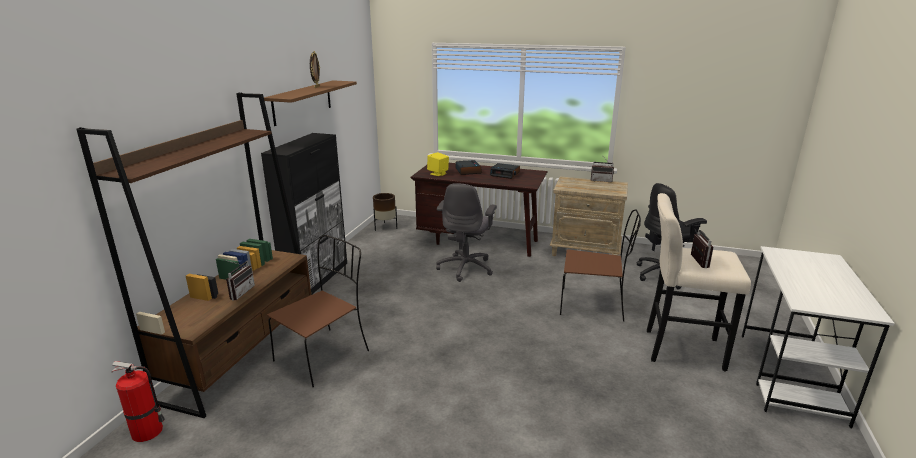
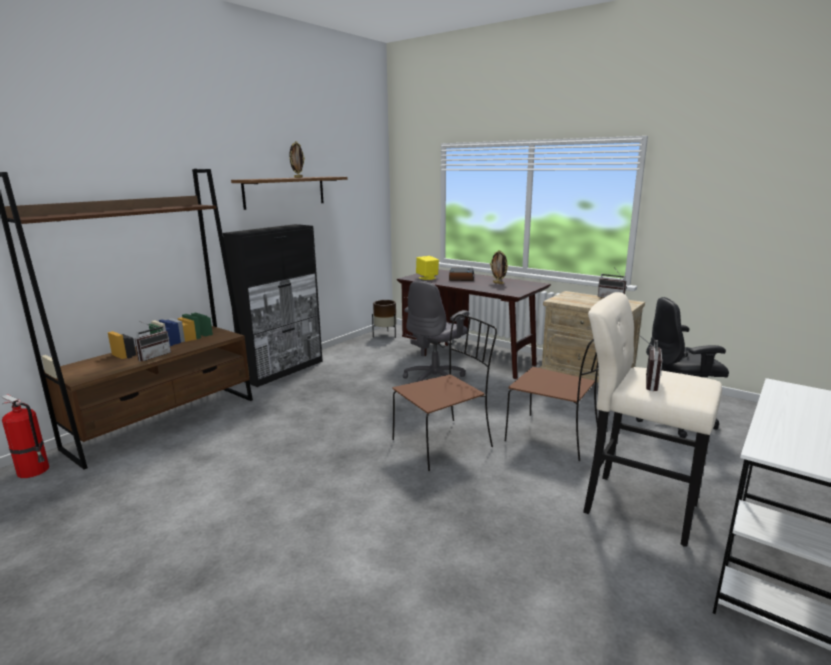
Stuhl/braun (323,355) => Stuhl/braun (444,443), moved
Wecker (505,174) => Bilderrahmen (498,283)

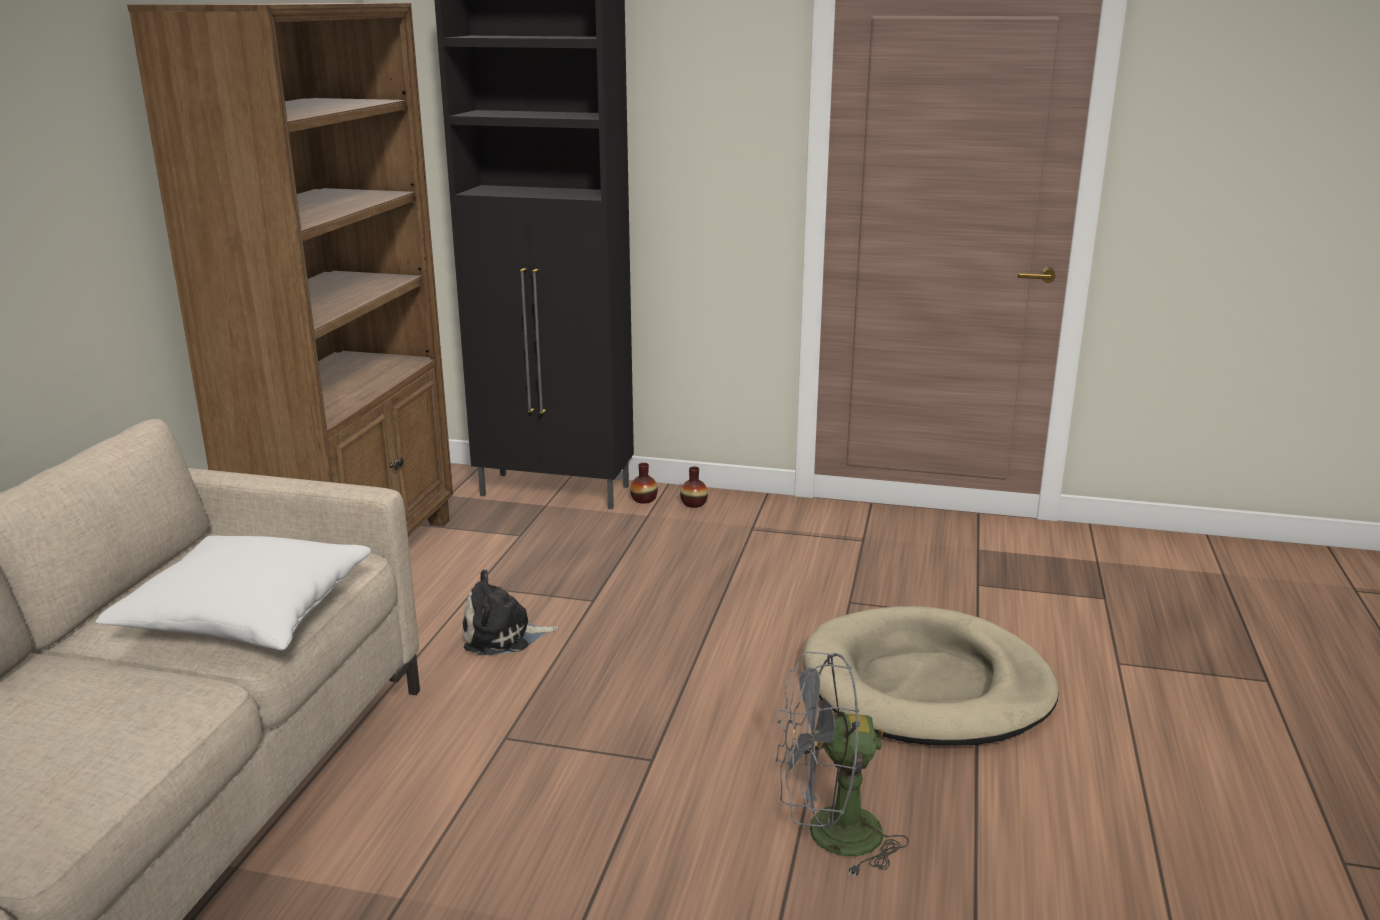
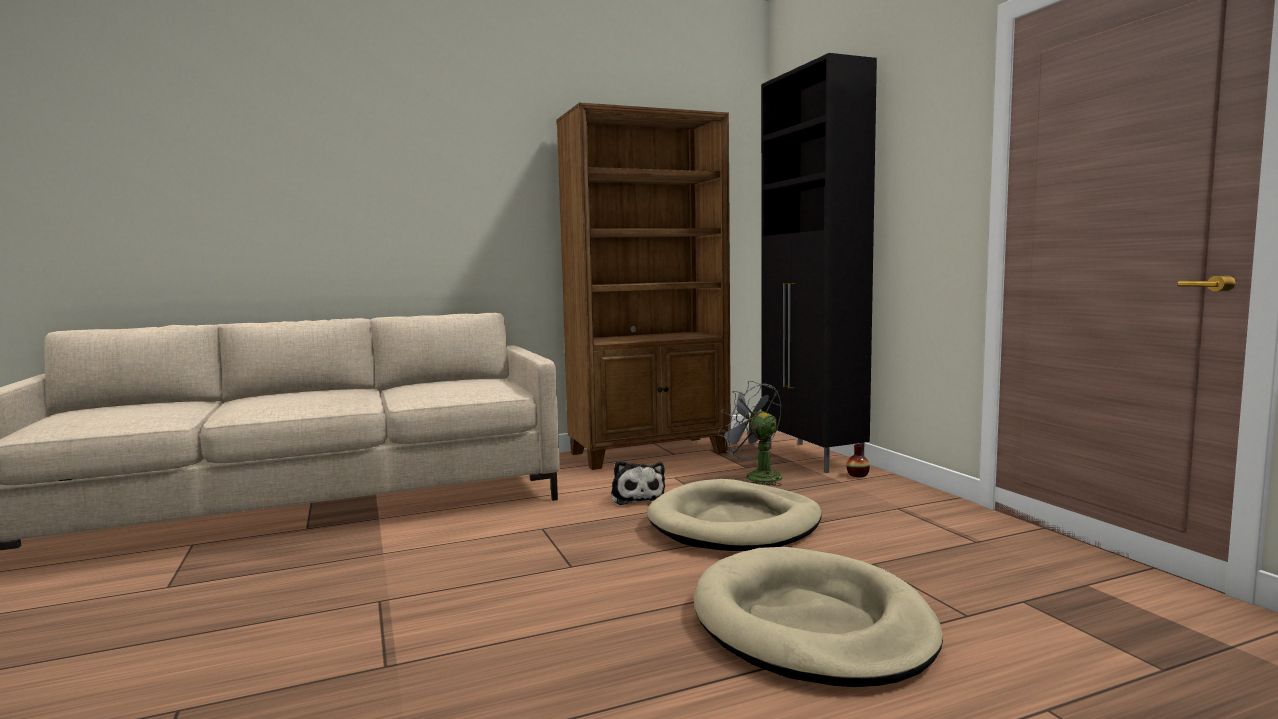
Plüschtier (503,636) => Plüschtier (637,497), 150 degrees counterclockwise
nothing => Hundebett/beige (735,524)
Ventilator/grau (829,836) => Ventilator/grau (755,476), moved
Kissen/weiß (247,616) => nothing
Vase (694,503) => nothing

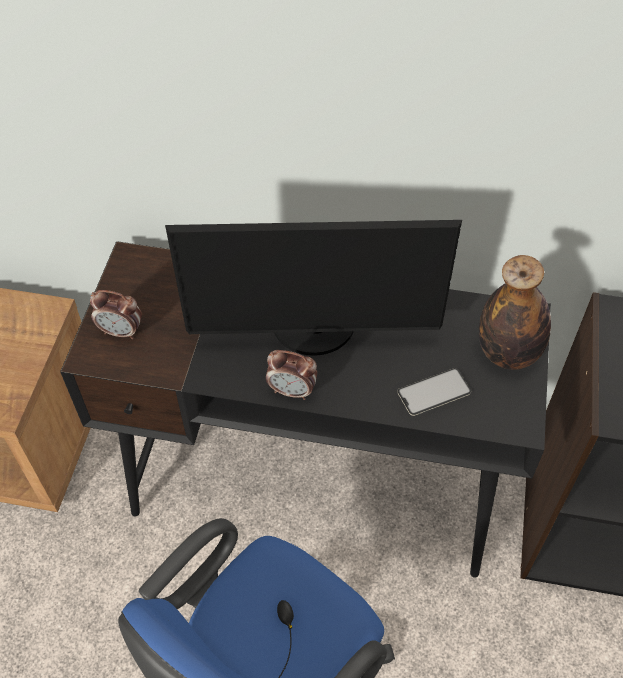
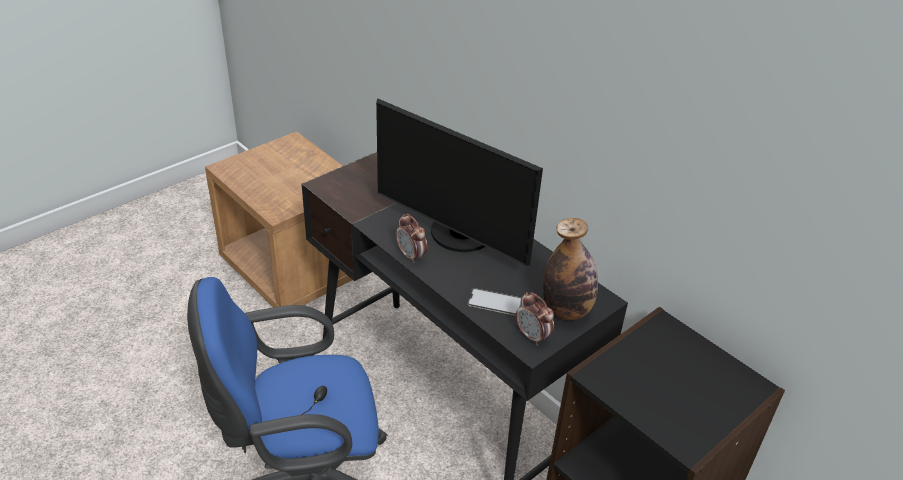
Wecker (121,331) => Wecker (532,336), moved

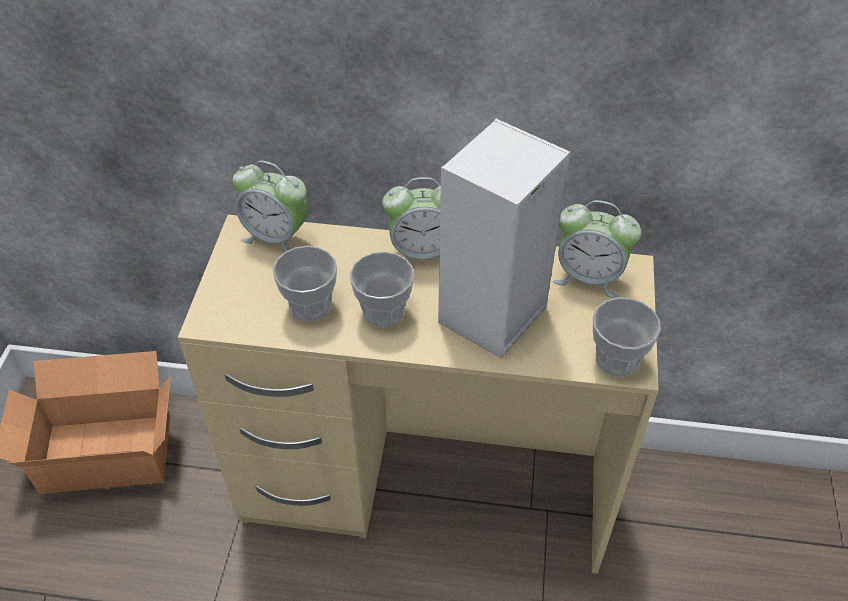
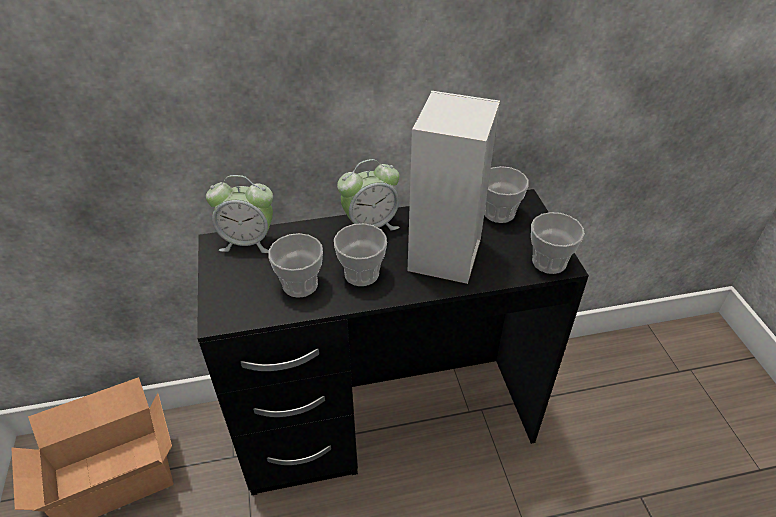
Schreibtisch/beige (425,488) => Schreibtisch/schwarz (387,421)
Wecker (589,277) => Tasse (499,213)

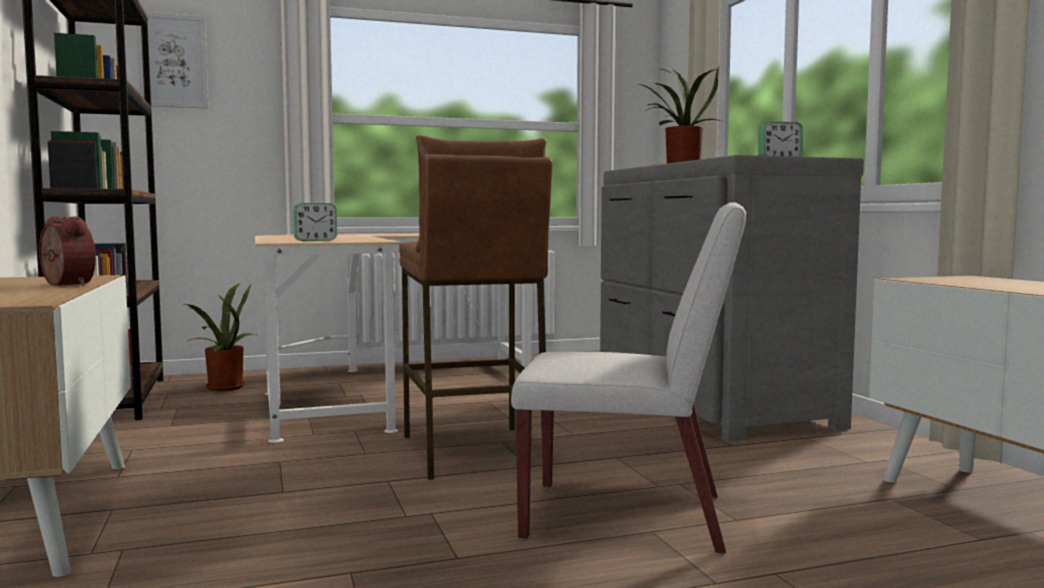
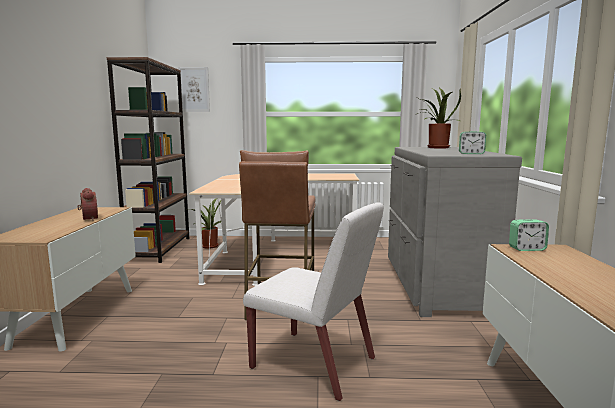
Wecker (315,240) => Wecker (527,249), moved

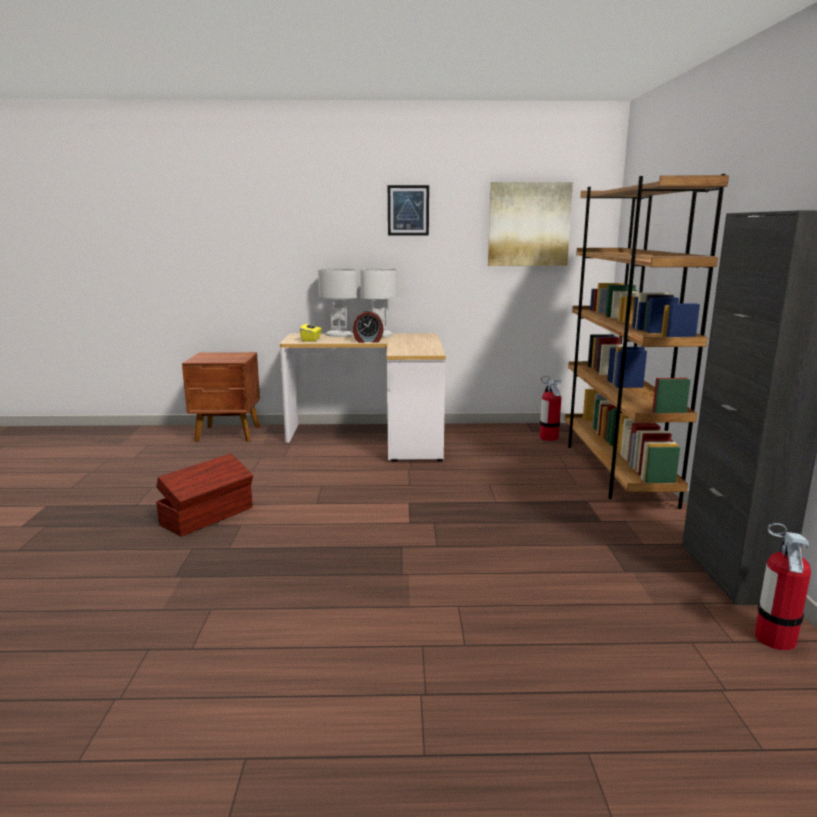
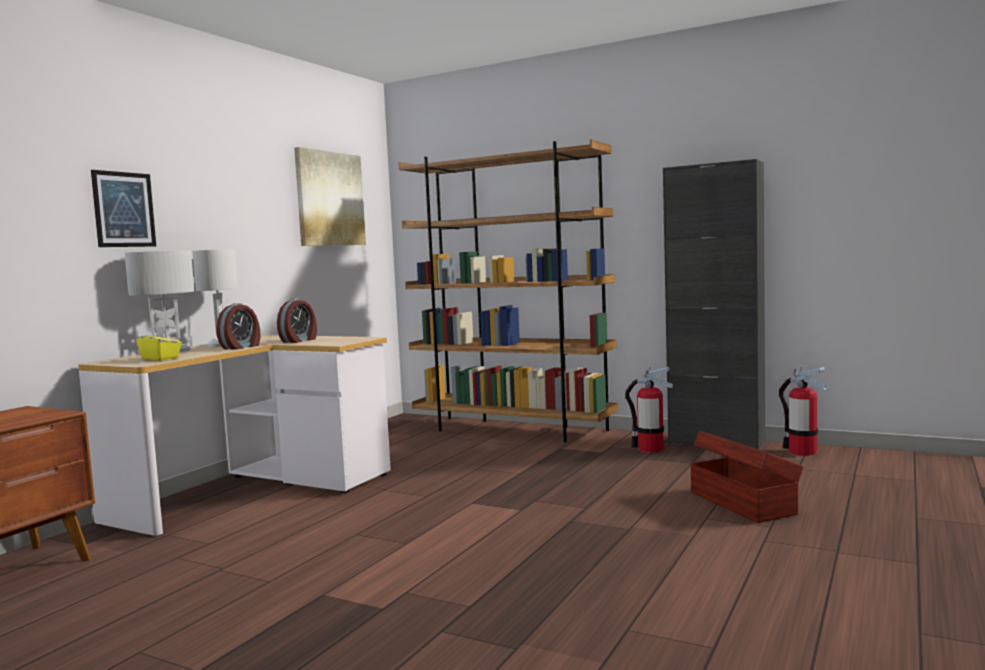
Bild (408,210) => Bild (124,209), moved
nothing => Wecker (299,340)
Feuerlöscher (548,437) => Feuerlöscher (650,449), moved
Aufbewahrungsbox/braun (208,516) => Aufbewahrungsbox/braun (742,502), moved

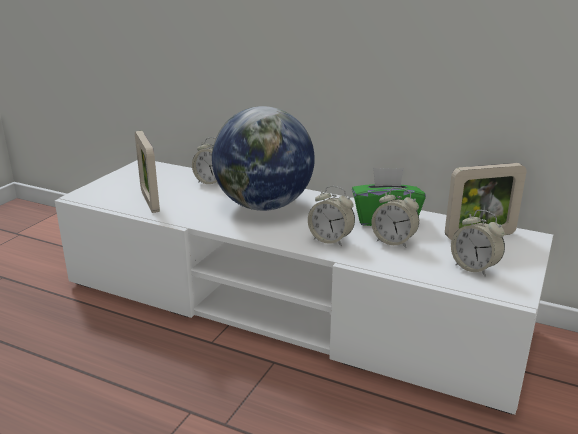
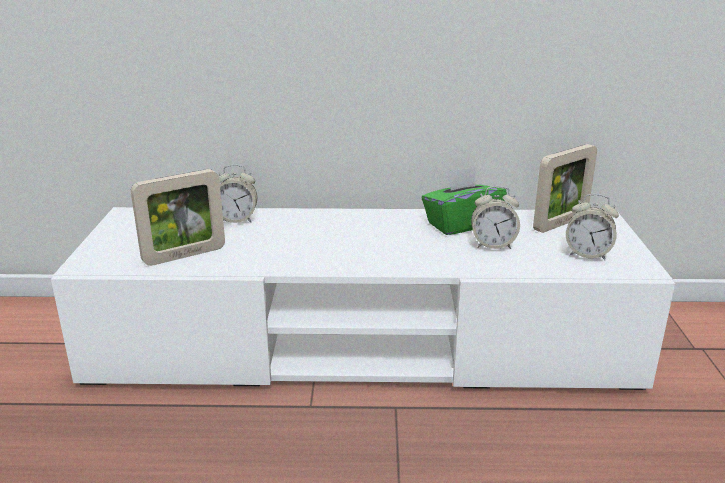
Bilderrahmen (150,201) => Bilderrahmen (184,255), 75 degrees counterclockwise
Globus (263,206) => nothing
Wecker (330,240) => nothing

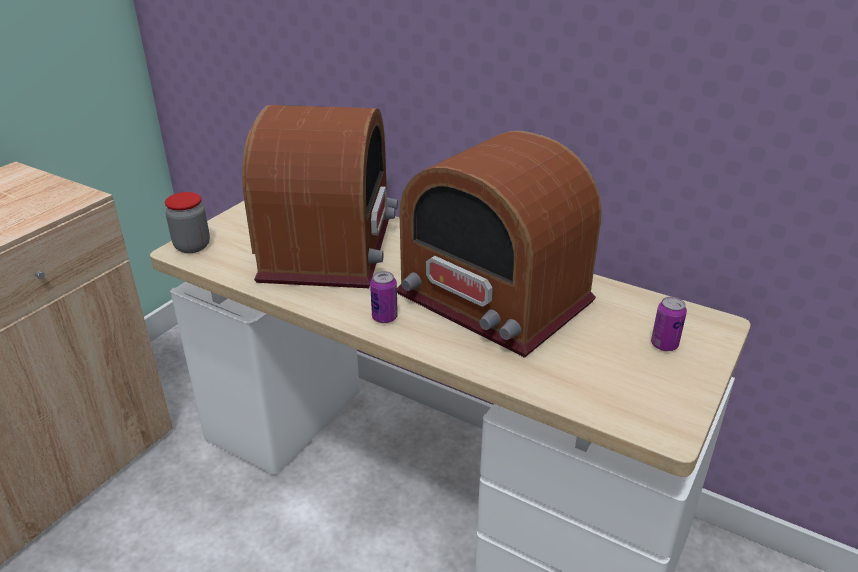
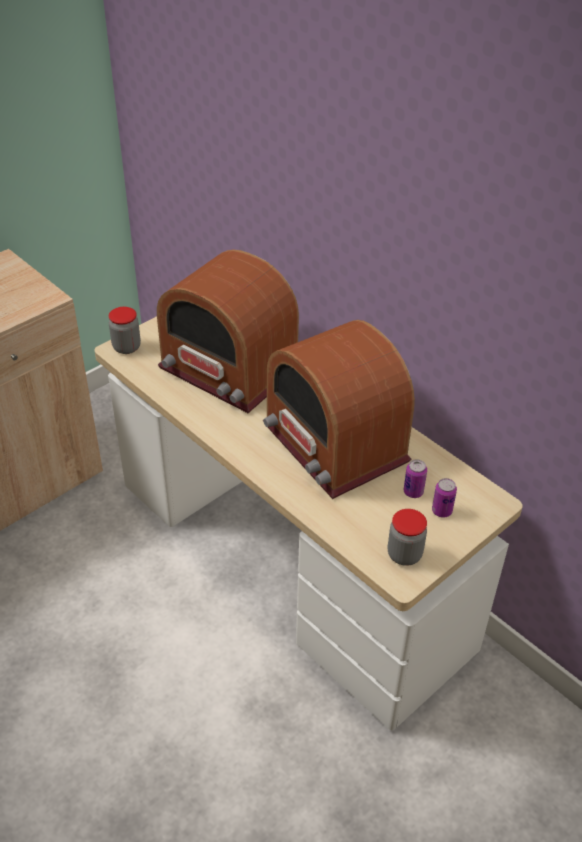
Radio (329,247) => Radio (229,368), 105 degrees clockwise
nothing => Vorratsglas (404,554)
Dose (384,317) => Dose (413,492), moved

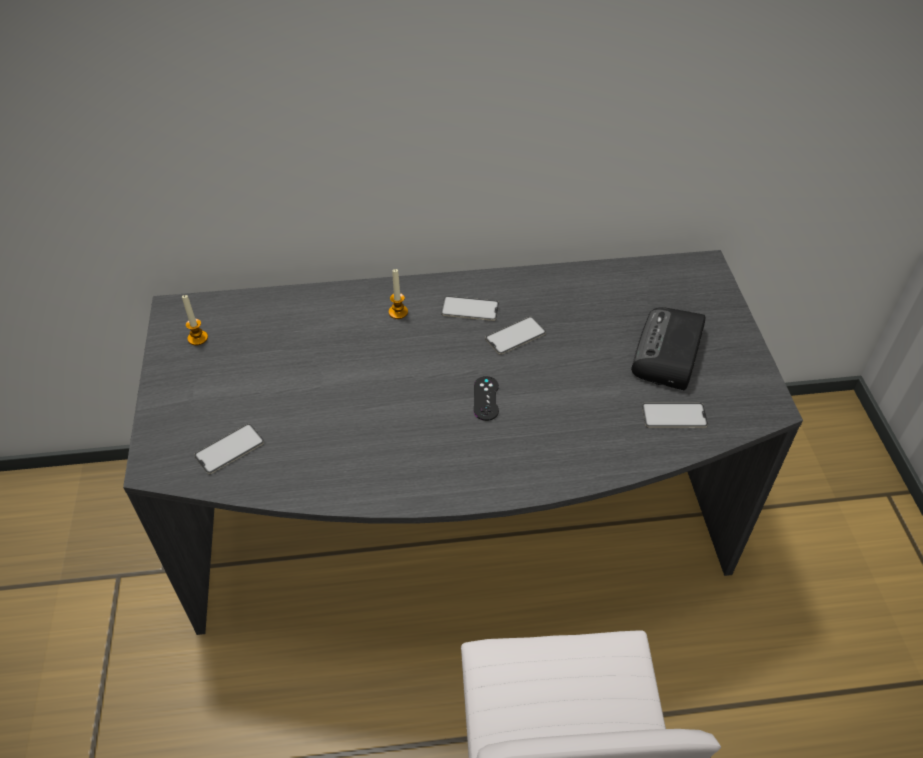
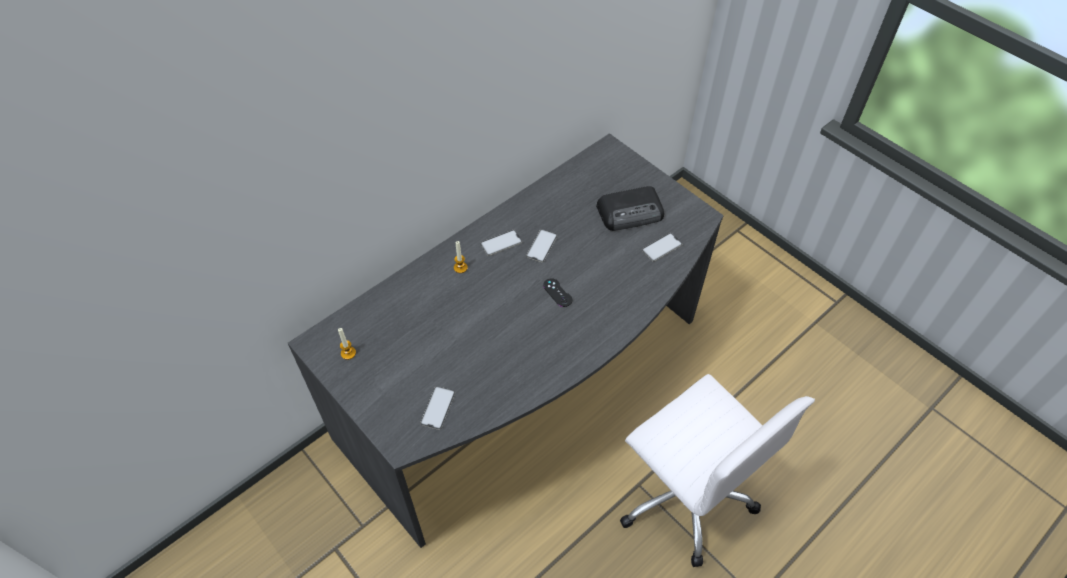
Radio (668,353) => Radio (631,212), 90 degrees counterclockwise

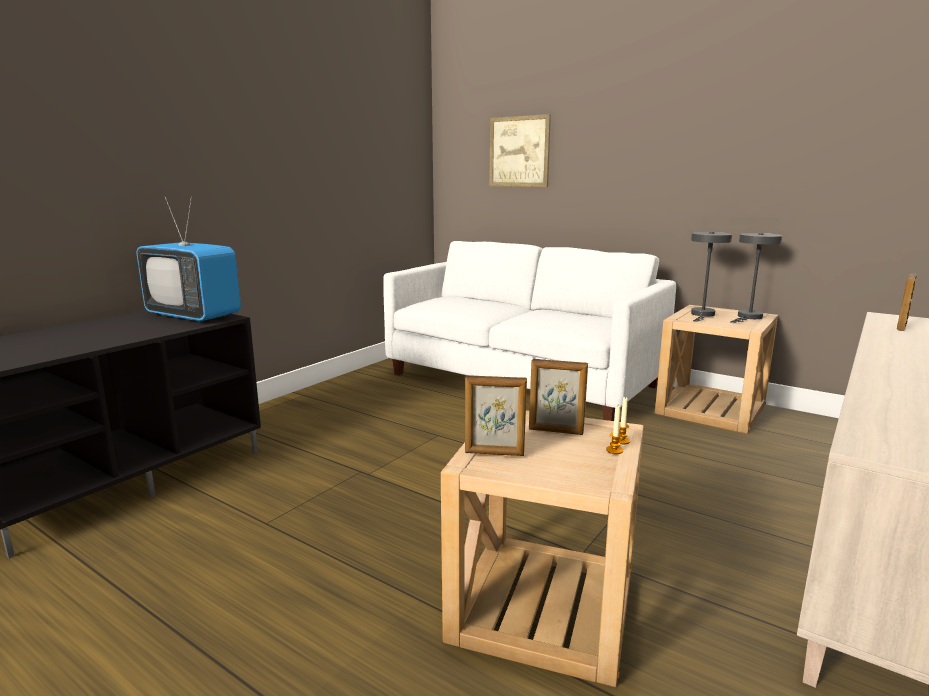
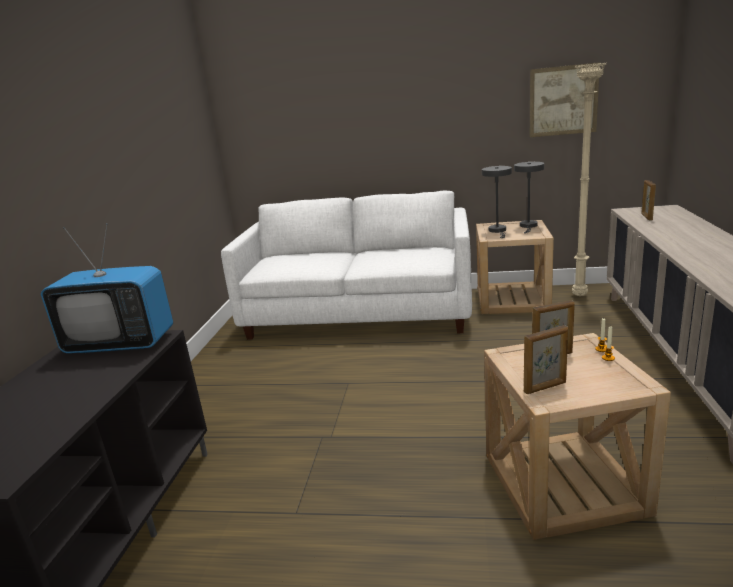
Bild (519,152) => Bild (563,100), moved
nothing => Stehlampe/beige (580,296)

